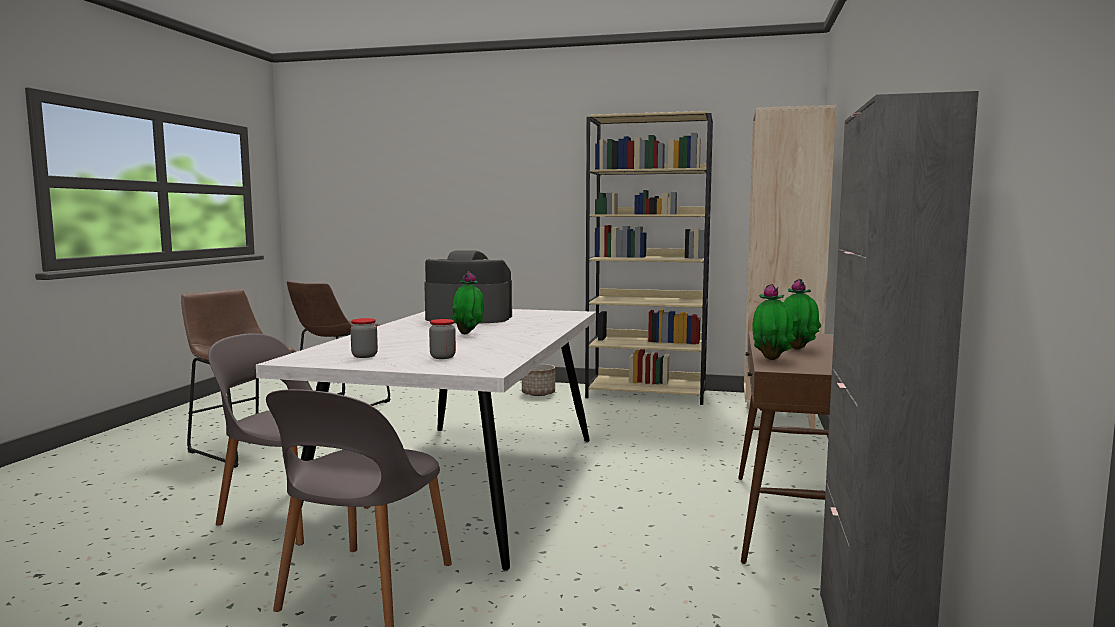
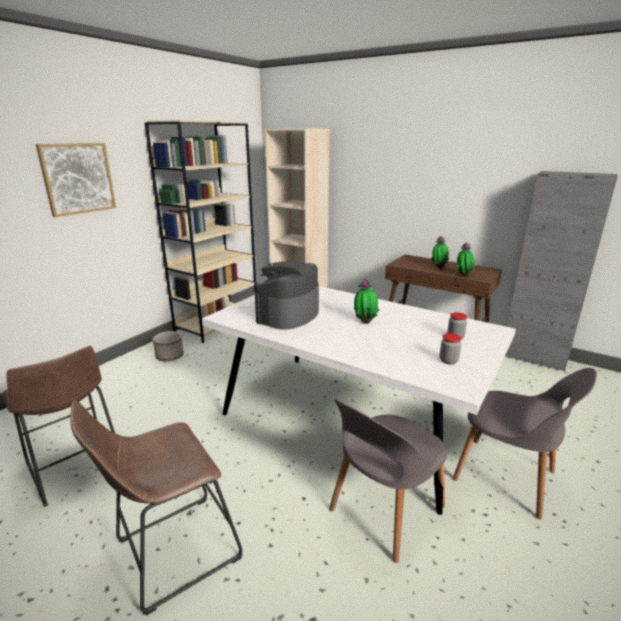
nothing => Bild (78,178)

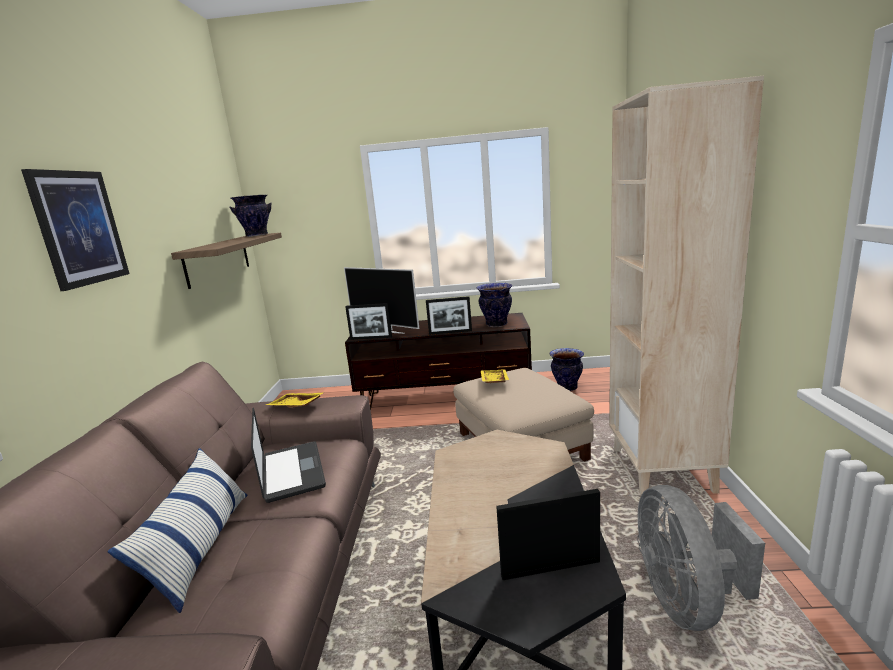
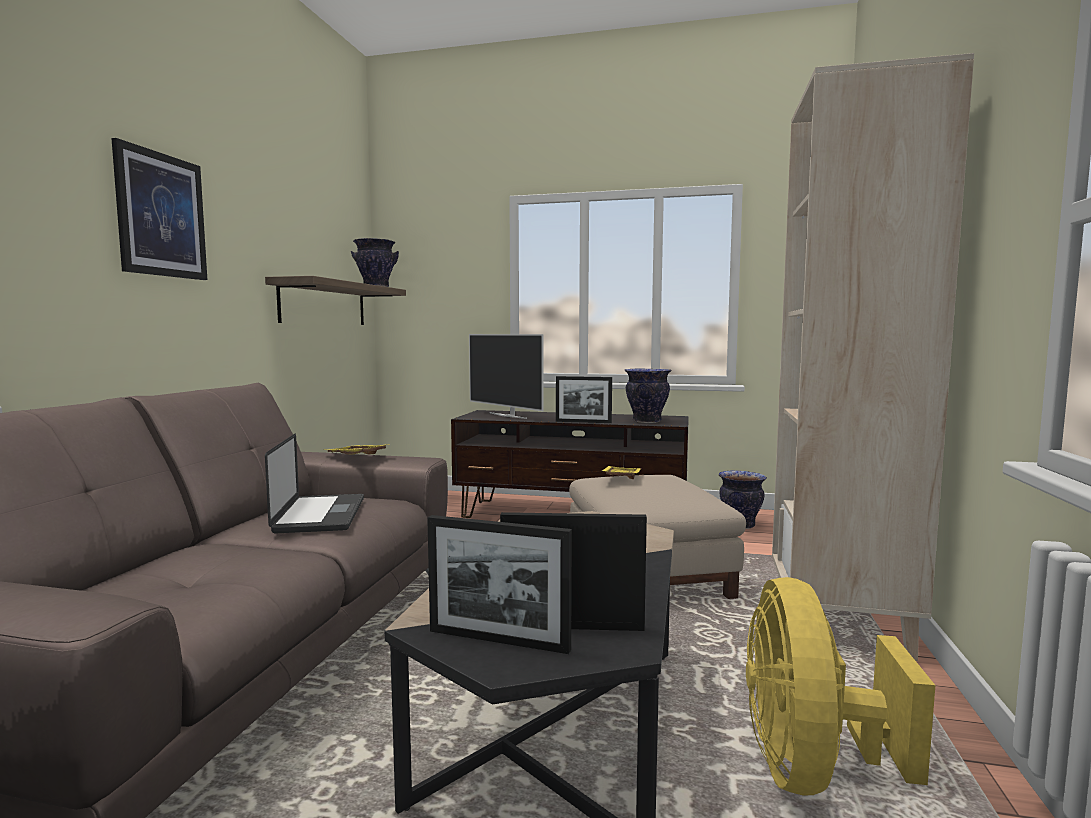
Bilderrahmen (371,338) => Bilderrahmen (498,640), moved
Ventilator/grau (686,600) => Ventilator/gelb (811,769)
Kissen (200,547) => nothing

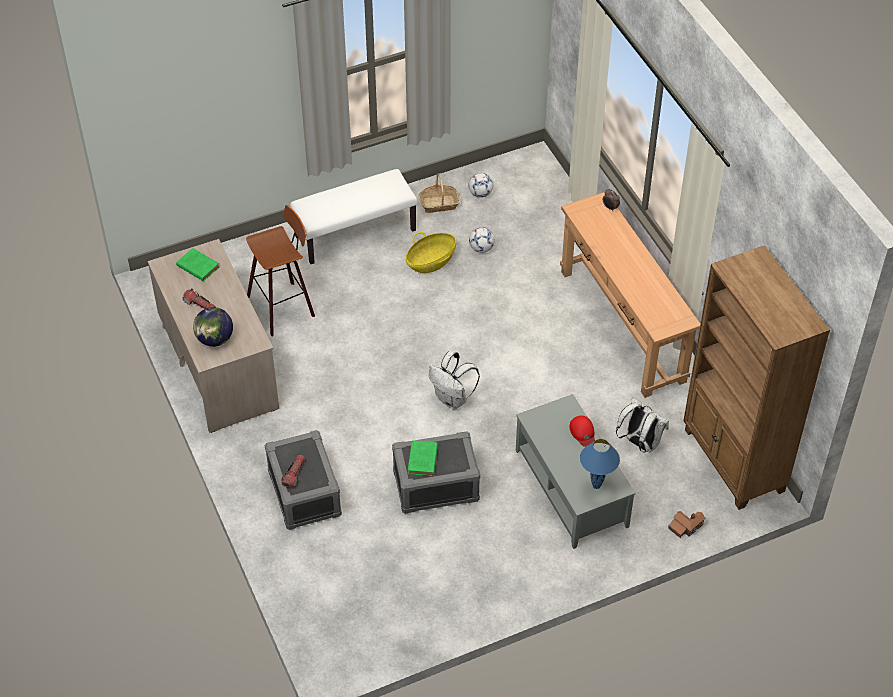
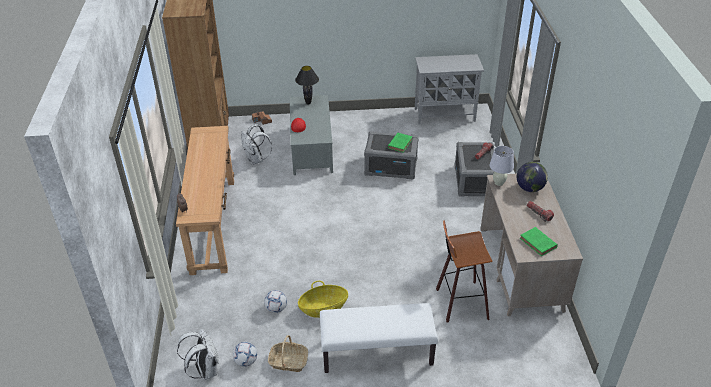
Rucksack/weiß (452,399) => Rucksack/weiß (205,370), moved
Tischlampe/blau (596,486) => Tischlampe/schwarz (308,103)
nothing => Schrank/grau (445,115)
nothing => Tischlampe/weiß (498,183)

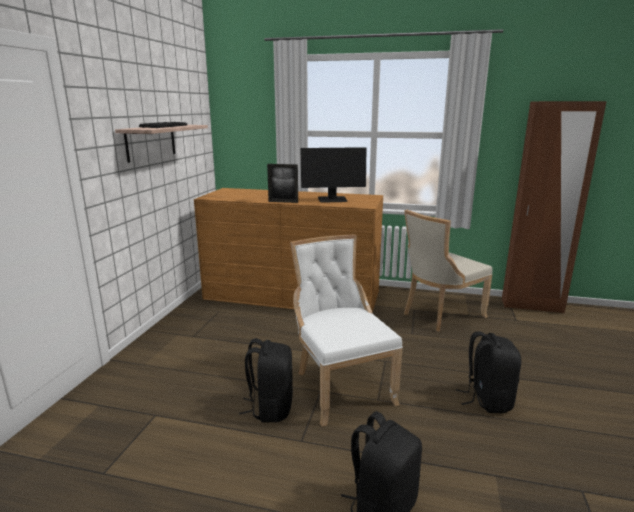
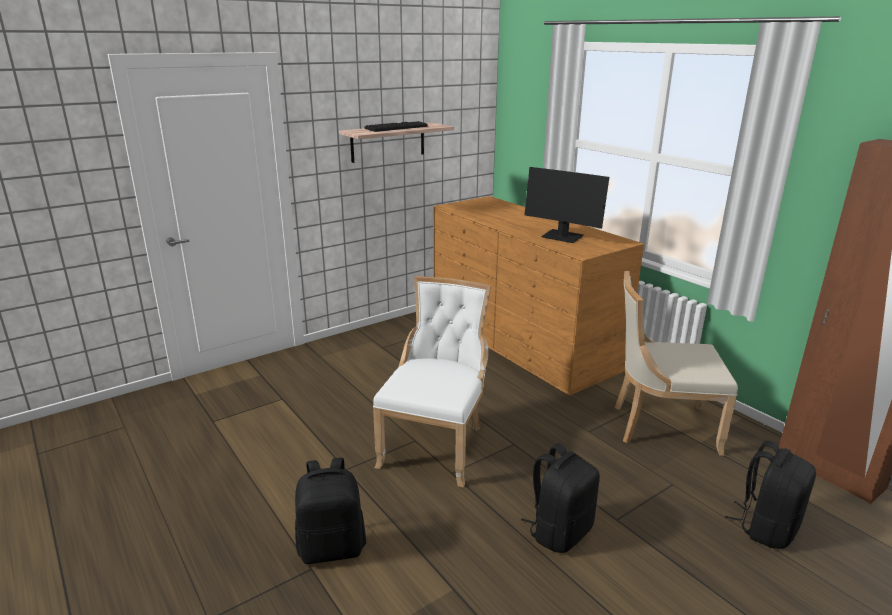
Rucksack/schwarz (270,408) => Rucksack/schwarz (766,527), moved
Bilderrahmen (283,202) => nothing

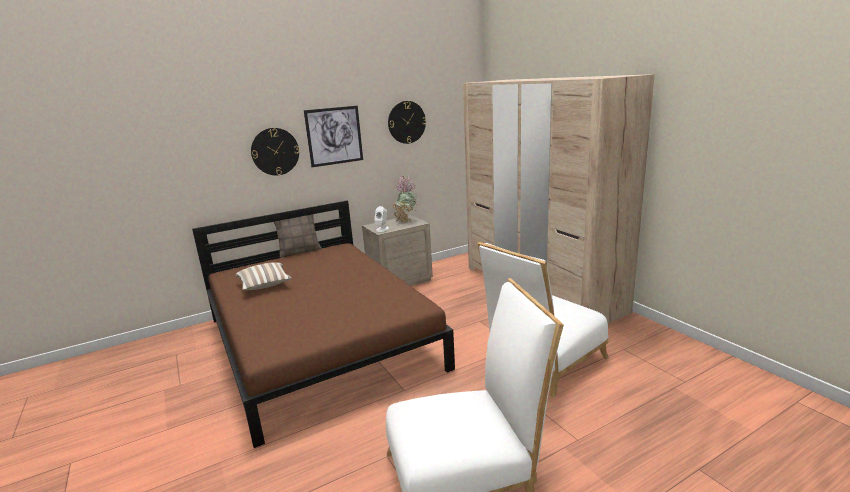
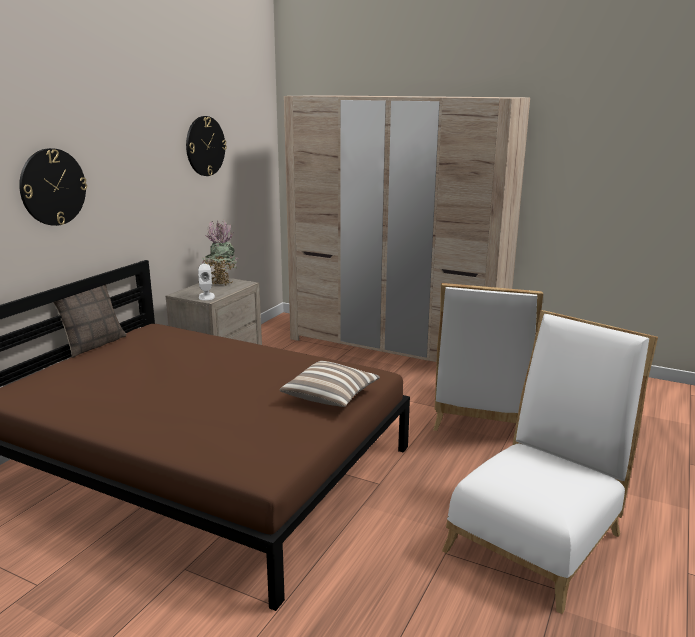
Kissen (265,285) => Kissen (331,397), moved
Bild (334,136) => nothing

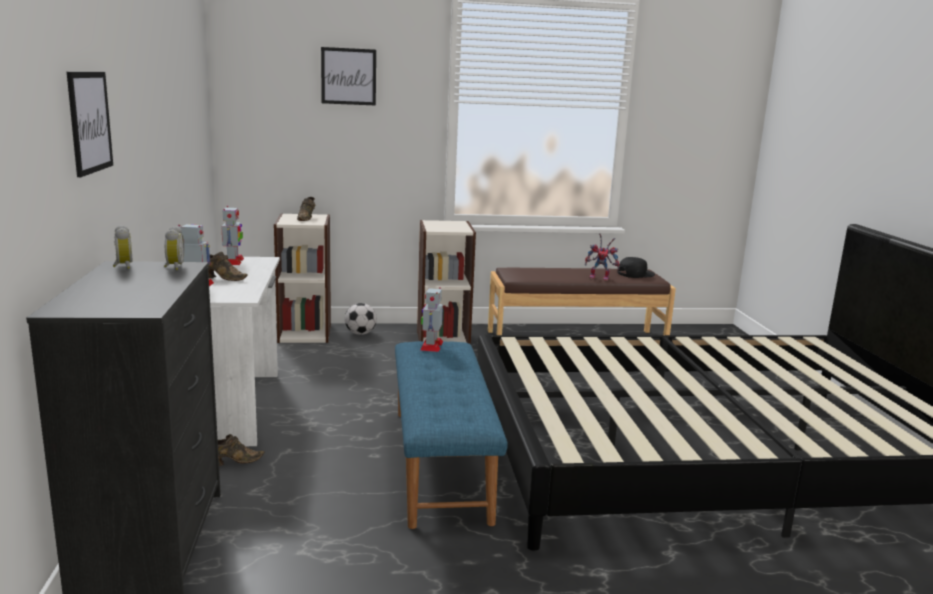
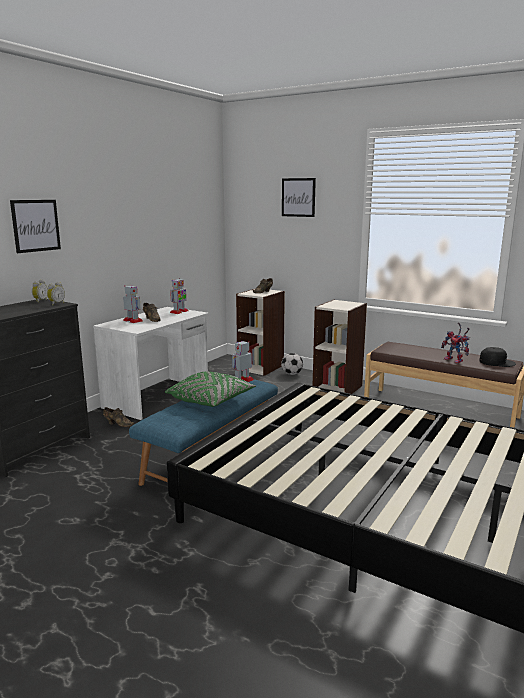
nothing => Kissen/grün (211,400)

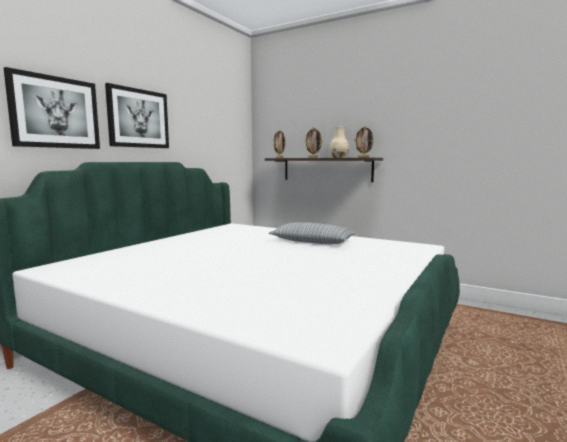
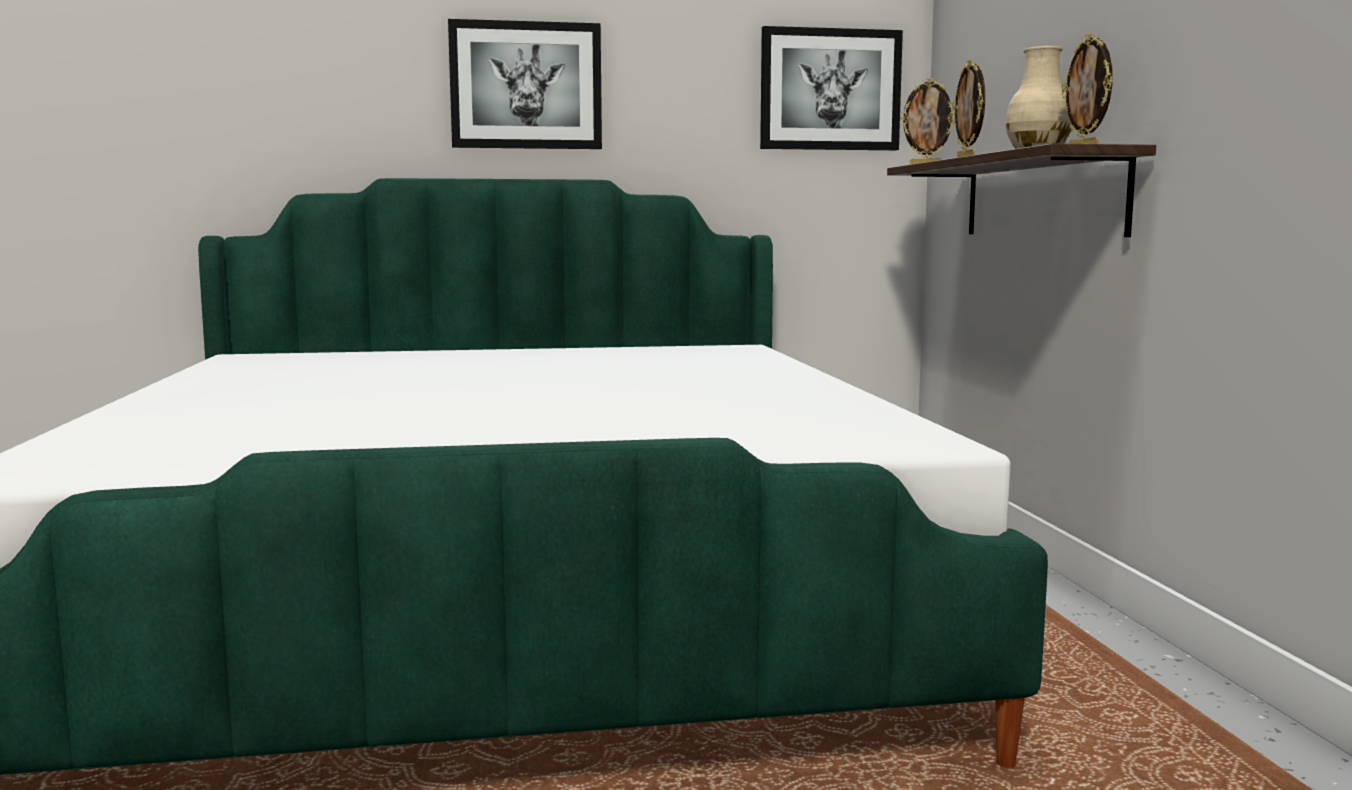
Bild (55,112) => Bild (830,90), moved
Kissen (312,242) => nothing

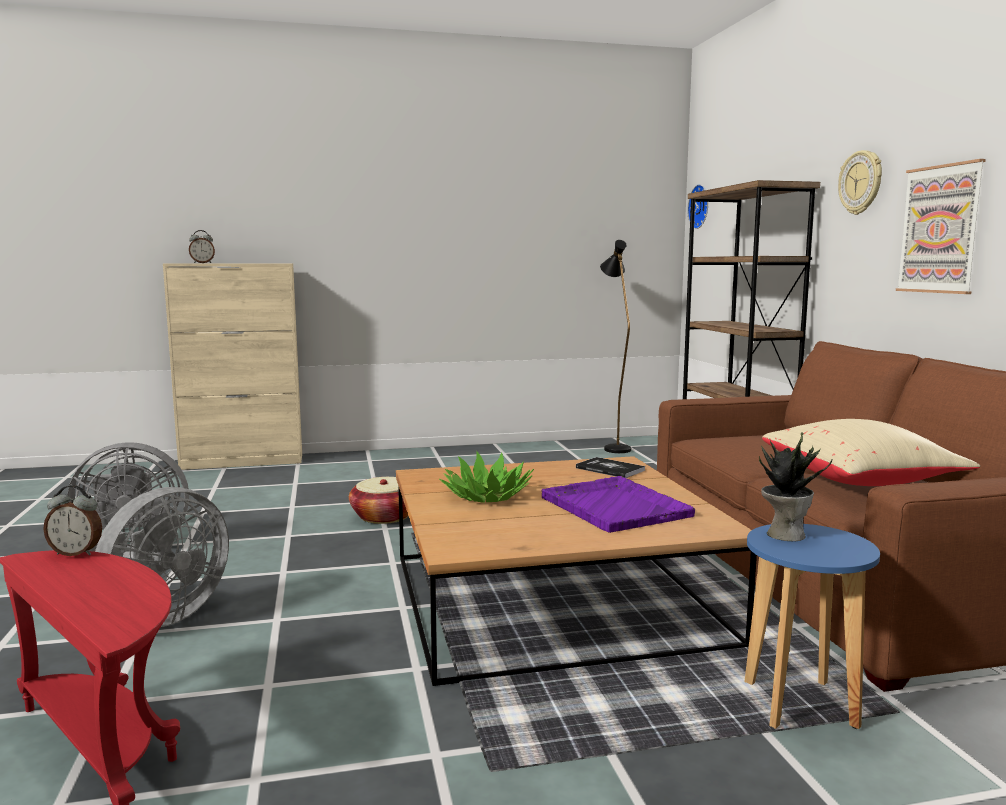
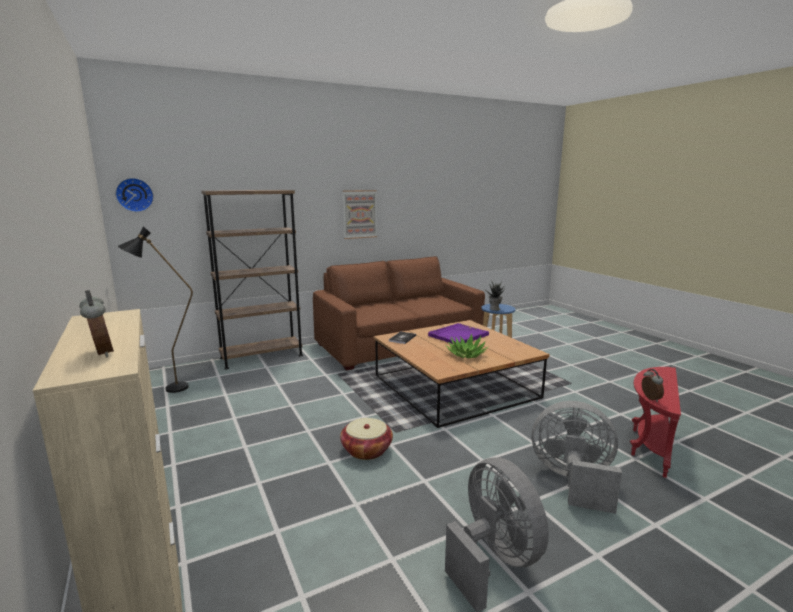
Kissen/beige (861,481) => nothing
Wanduhr (861,182) => nothing

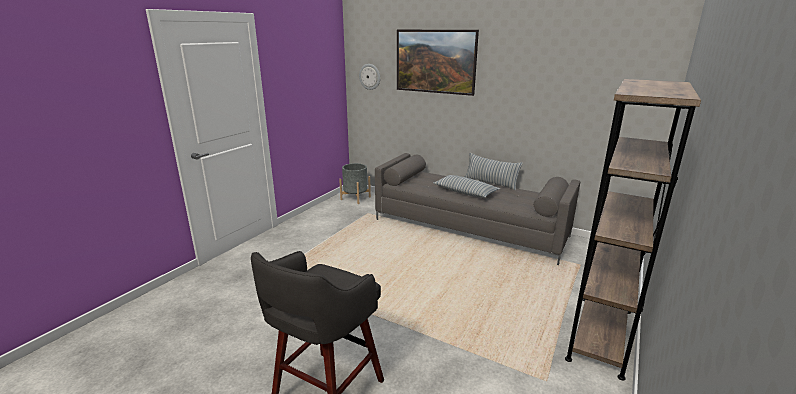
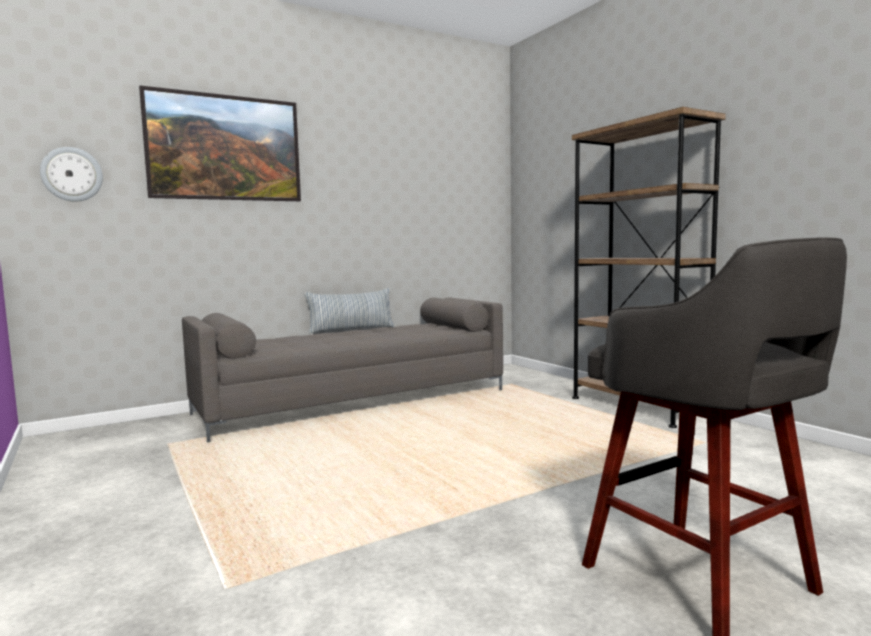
Pflanzkübel/grau (355,198) => nothing
Kissen (465,192) => nothing

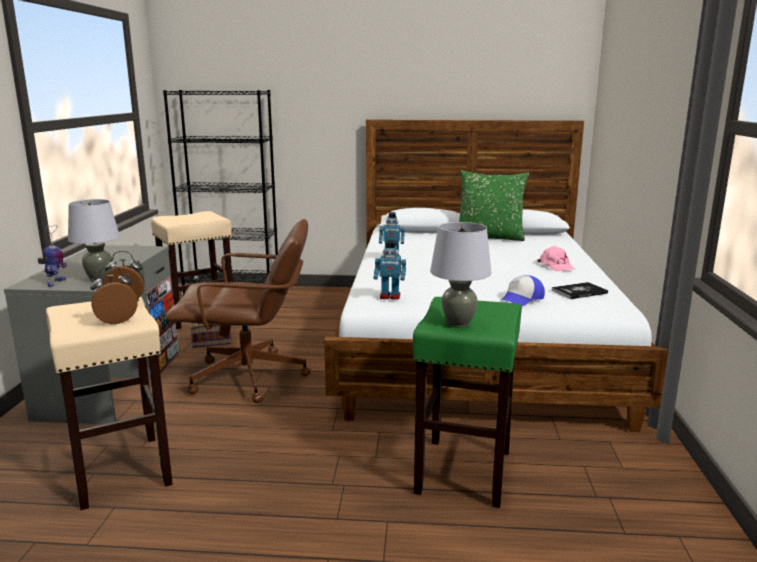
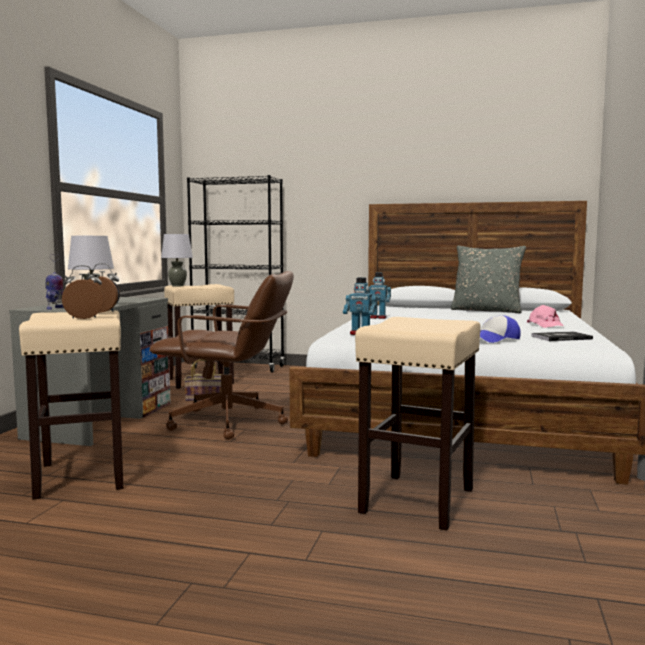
Tischlampe/grau (458,323) => Tischlampe/grau (177,286), moved
Hocker/grün (464,472) => Hocker/beige (417,501)
Kissen/grün (490,237) => Kissen/grau (486,310)

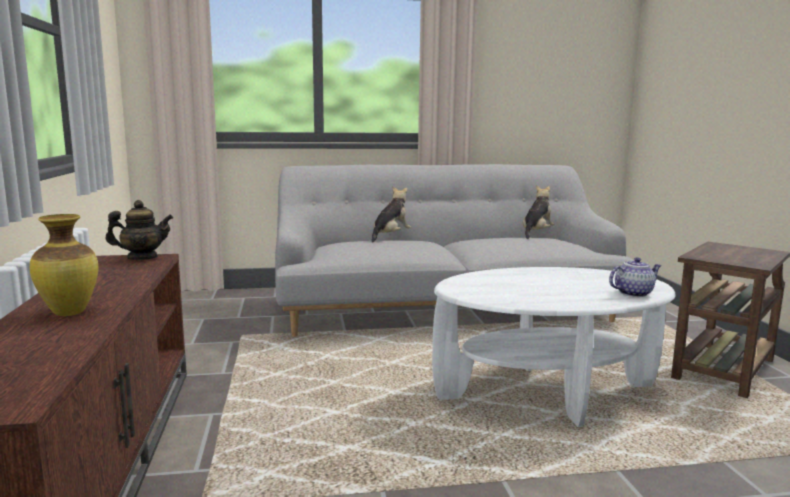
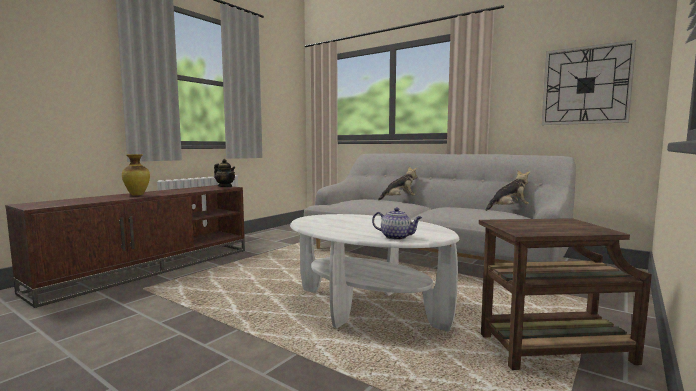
nothing => Wanduhr (585,85)

